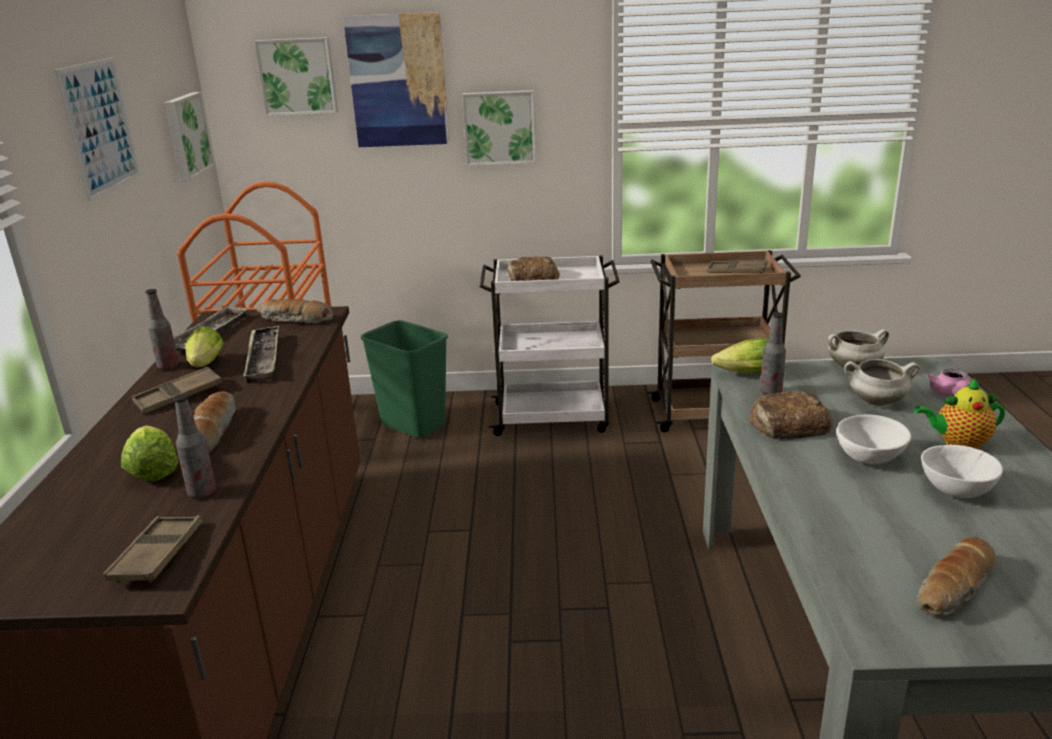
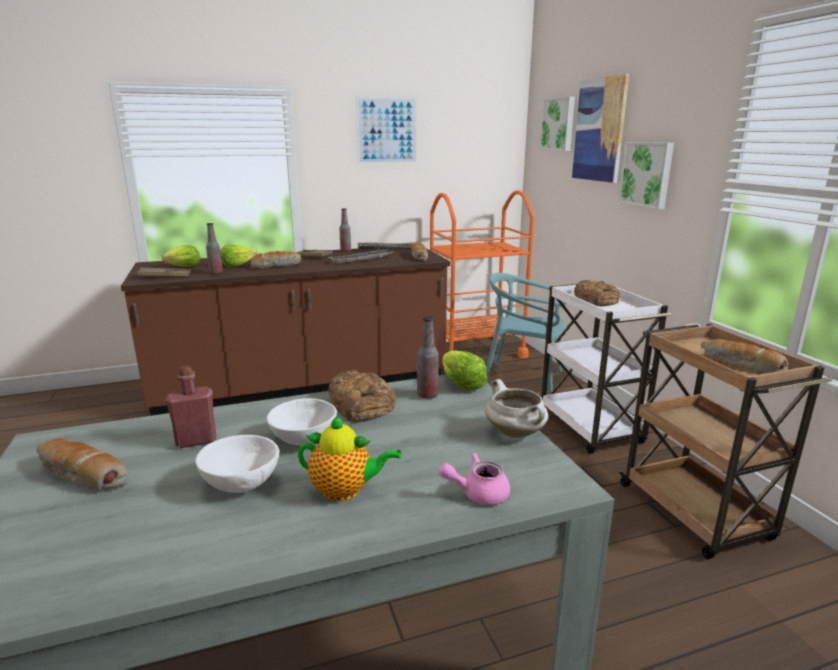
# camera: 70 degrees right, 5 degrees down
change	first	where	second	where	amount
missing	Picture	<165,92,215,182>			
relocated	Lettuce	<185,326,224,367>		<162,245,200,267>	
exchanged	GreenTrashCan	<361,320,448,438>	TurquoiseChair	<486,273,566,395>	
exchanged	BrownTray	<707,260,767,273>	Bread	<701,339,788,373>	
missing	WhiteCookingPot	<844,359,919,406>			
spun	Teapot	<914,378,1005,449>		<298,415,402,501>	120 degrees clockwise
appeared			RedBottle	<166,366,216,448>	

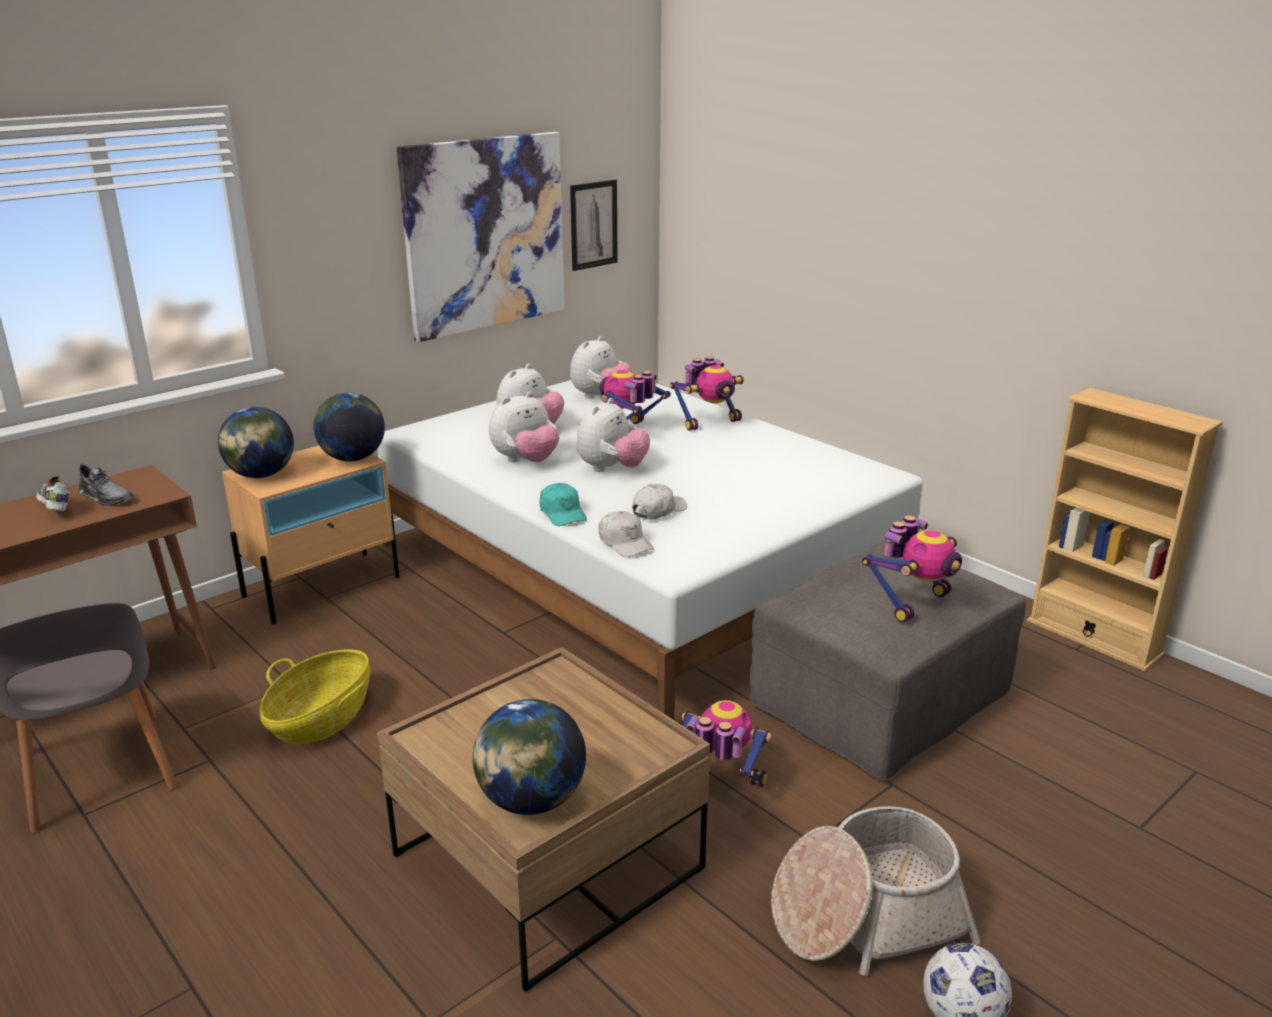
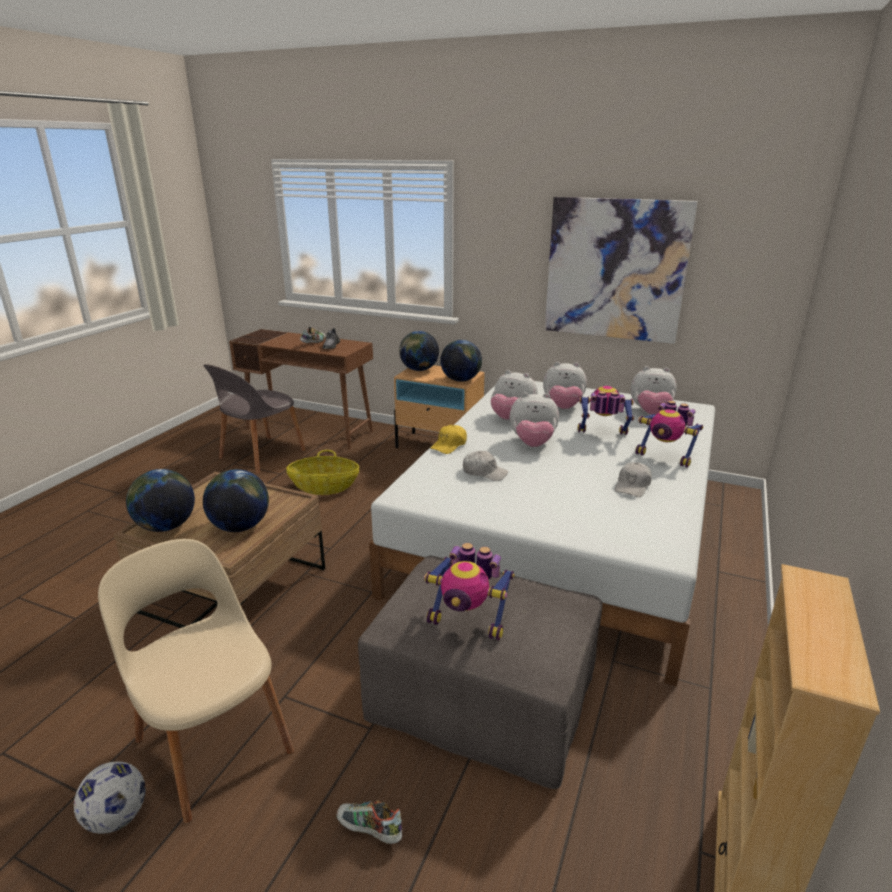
# camera: 65 degrees right, 0 degrees up
change	first	where	second	where	amount
colour	TurquoiseCap	<540,483,587,526>	YellowCap	<430,425,467,454>	
missing	Picture	<570,180,618,271>			
relocated	WhiteCap	<599,511,654,557>		<615,462,652,497>	
missing	ToyRobot	<682,700,772,787>			
exchanged	Basket	<771,806,981,976>	BeigeChair	<98,539,294,824>	
appeared			Globe	<203,469,269,532>	
appeared			Shoe	<336,801,402,844>	

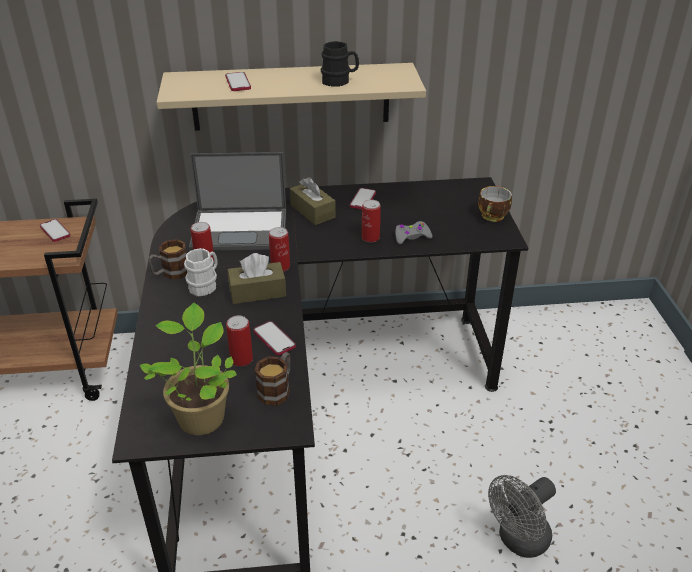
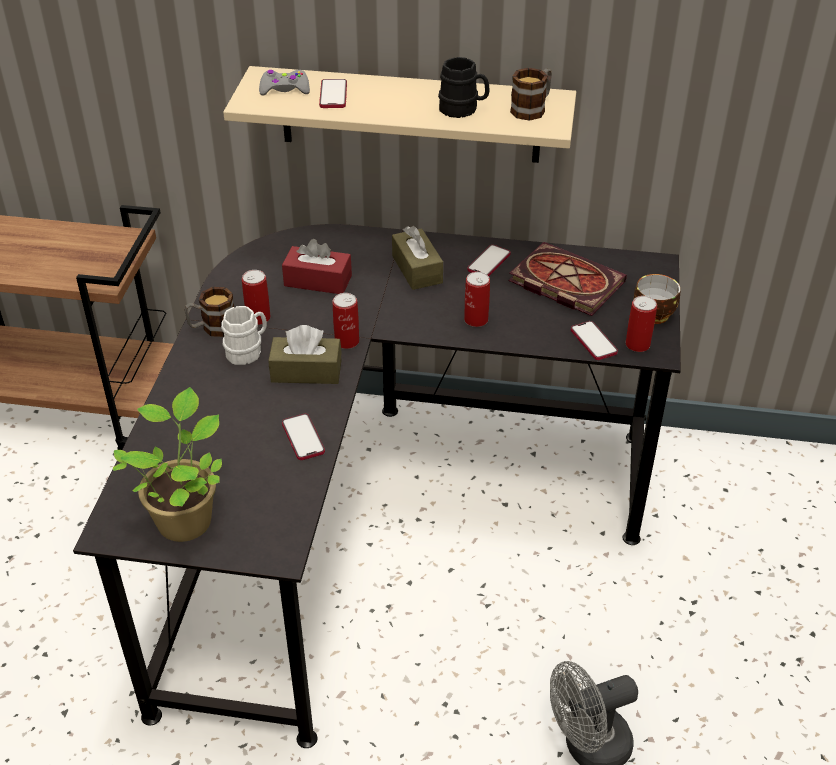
# camera: 15 degrees right, 5 degrees up
change	first	where	second	where	amount
relocated	Phone	<40,219,71,242>		<571,321,618,360>	
exchanged	Laptop	<189,152,286,251>	RedTissueBox	<282,239,352,294>	
relocated	Can	<226,316,253,366>		<626,296,657,352>	
relocated	Mug	<255,352,290,406>		<510,68,552,121>	
relocated	GreyGameController	<395,221,432,244>		<259,70,310,95>	
appeared			Book	<509,242,627,316>	

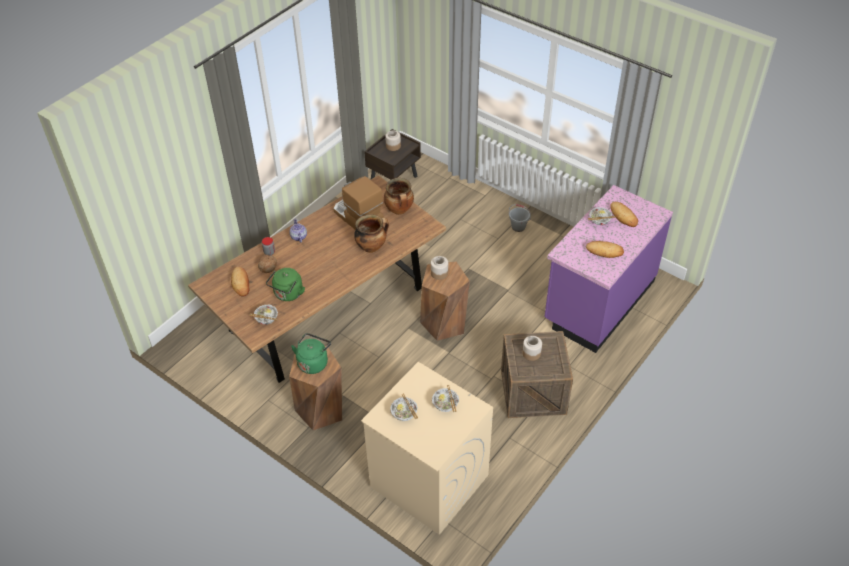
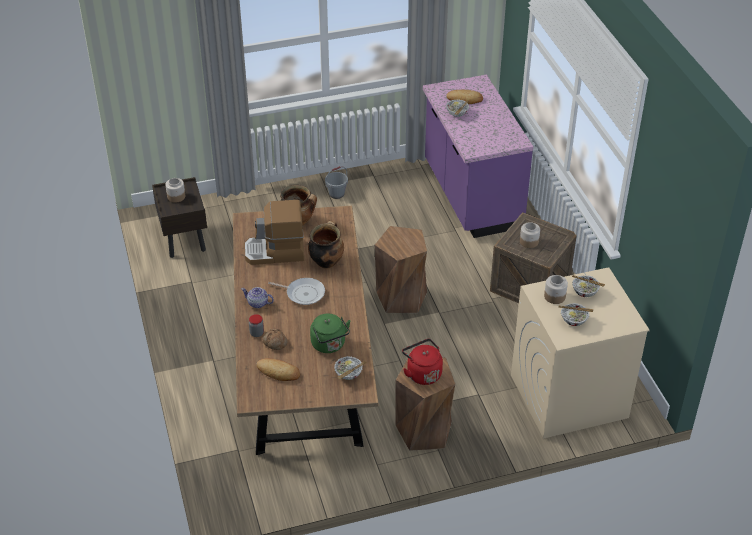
# camera: 55 degrees left, 5 degrees down
change	first	where	second	where	amount
colour	GreenKettle	<291,333,331,374>	RedKettle	<402,339,443,385>	
relocated	Jar	<431,256,448,280>		<544,275,568,304>	
missing	Bread	<586,241,624,258>			
appeared			FryingPan	<268,278,325,305>	

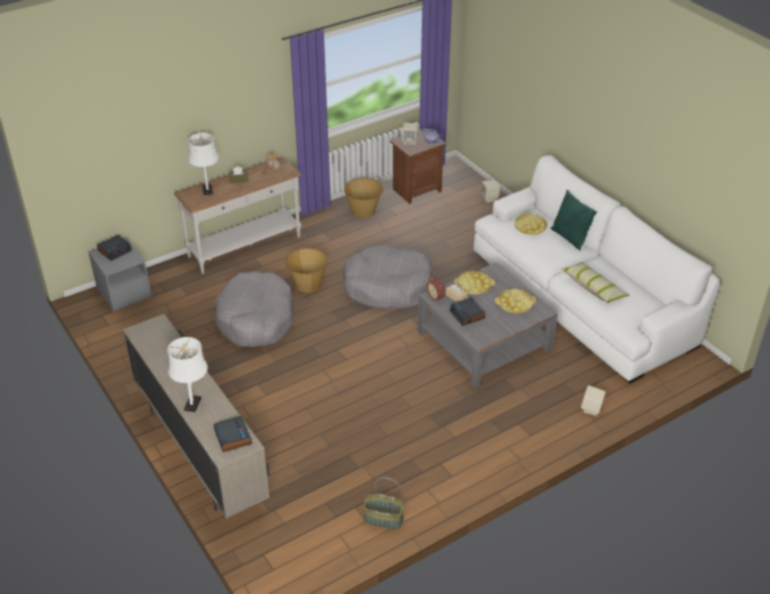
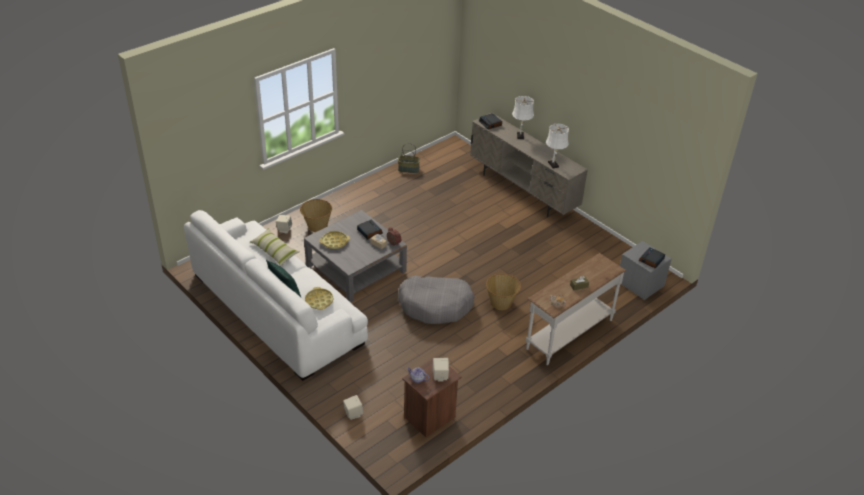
# camera: 170 degrees right, 0 degrees up
change	first	where	second	where	amount
relocated	WhiteTableLamp	<188,133,219,195>		<546,124,569,168>	
missing	GreyDogBed	<215,271,293,347>			
relocated	Basket	<344,178,383,218>		<300,199,332,232>	
missing	YellowTray	<454,271,495,295>			

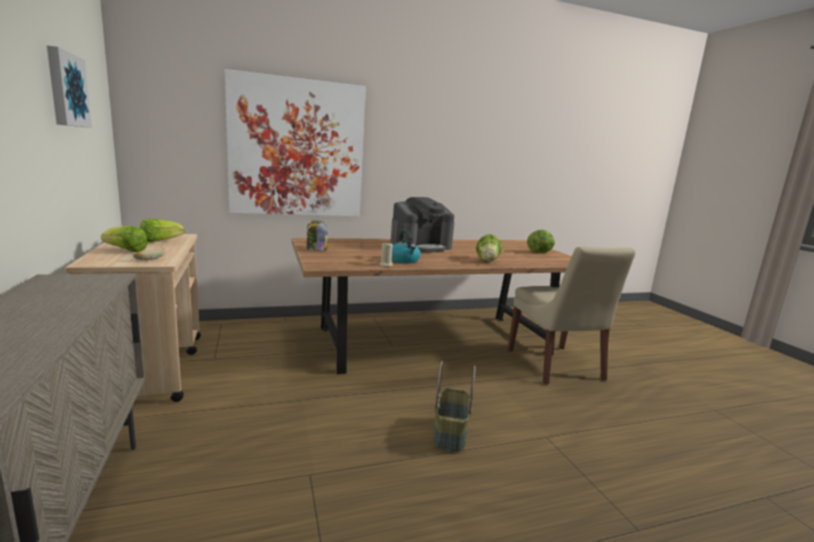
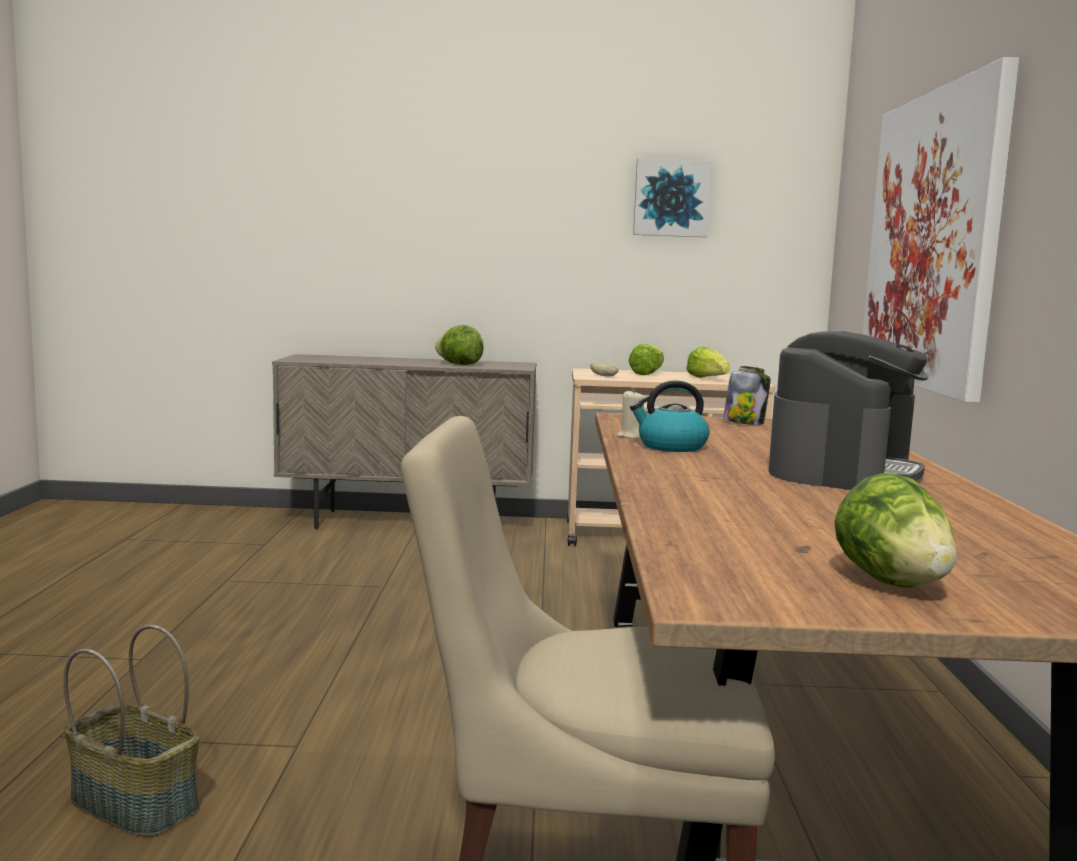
# camera: 110 degrees right, 5 degrees down
change	first	where	second	where	amount
spun	CoffeeMachine	<391,197,455,253>		<768,331,928,490>	135 degrees counterclockwise
relocated	Basket	<434,361,476,452>		<63,625,200,837>	
relocated	Lettuce	<476,234,502,262>		<435,325,484,365>	

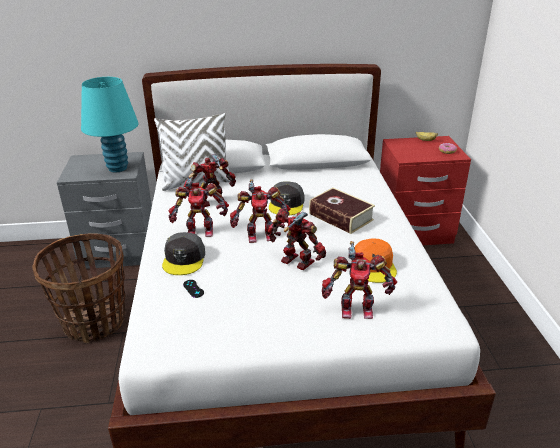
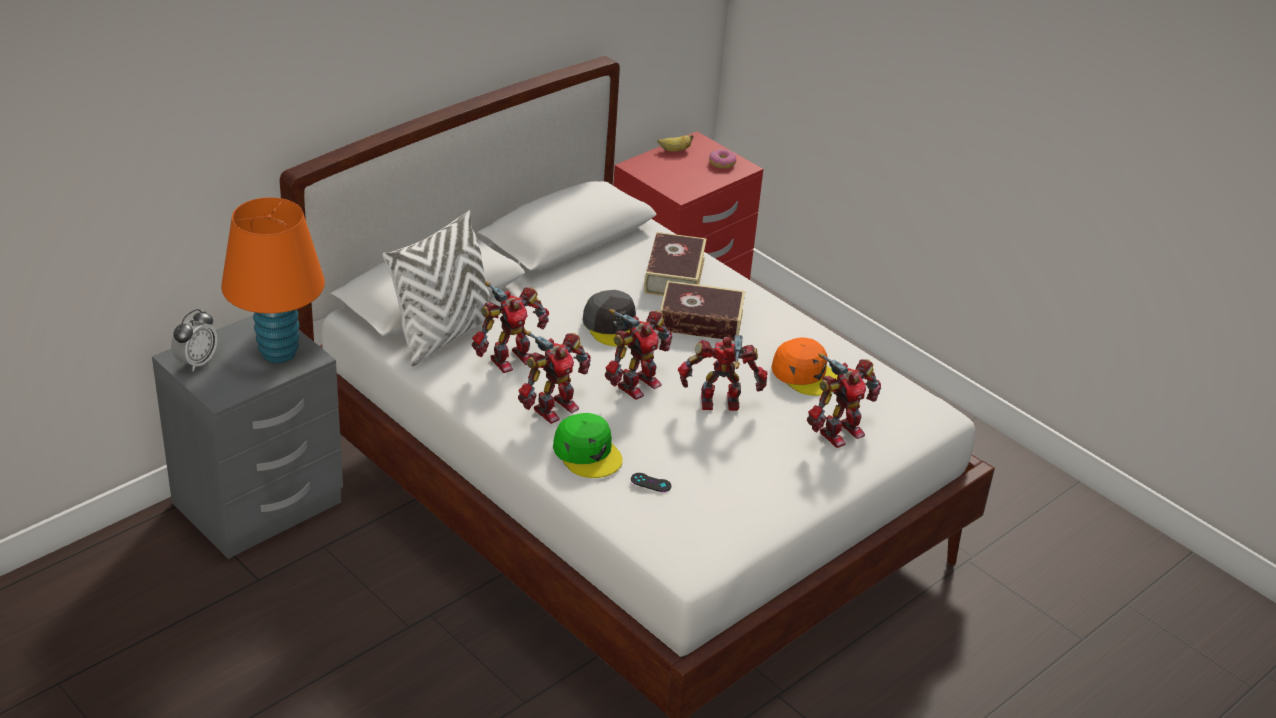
# camera: 40 degrees left, 5 degrees up
change	first	where	second	where	amount
missing	Basket	<32,233,125,343>			
colour	TurquoiseTableLamp	<81,77,139,172>	OrangeTableLamp	<221,197,325,363>	
colour	GreyCap	<162,232,205,275>	GreenCap	<553,413,623,478>	
spun	ToyRobot	<184,154,236,207>		<472,282,549,373>	150 degrees counterclockwise
appeared			AlarmClock	<171,309,218,372>	
appeared			Book	<644,232,707,296>	

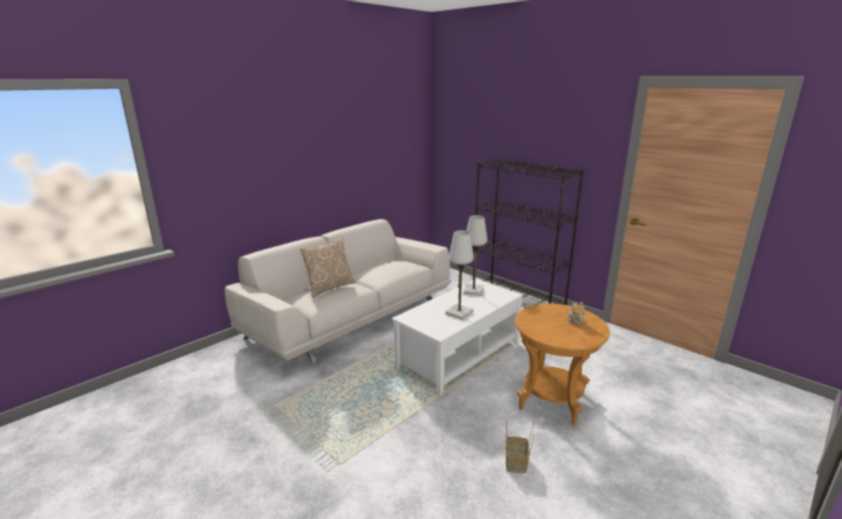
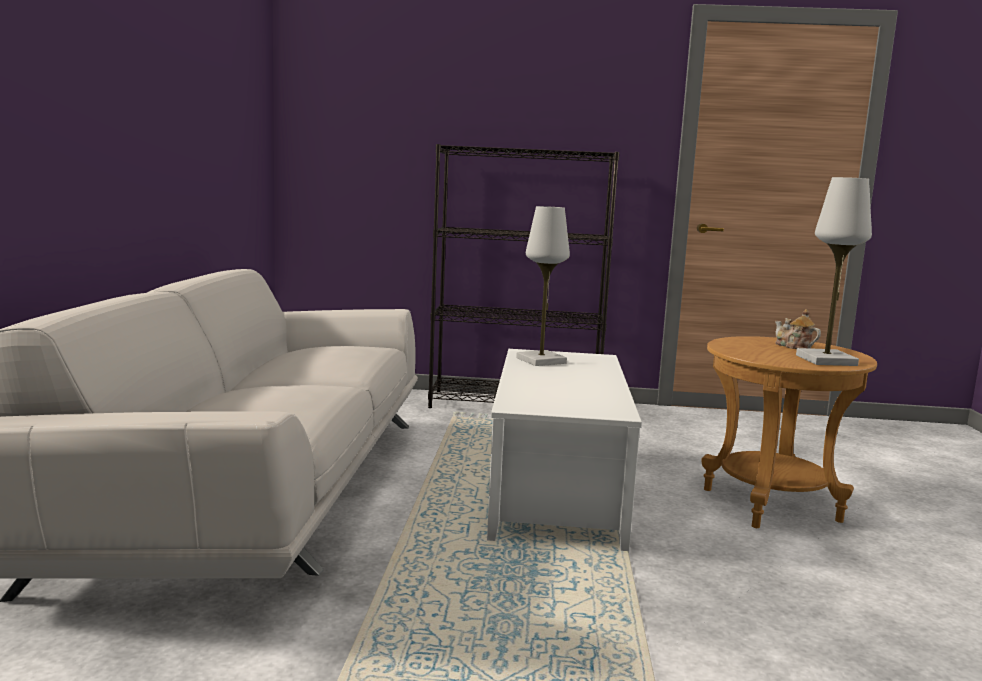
# camera: 40 degrees left, 10 degrees down
change	first	where	second	where	amount
missing	Pillow	<300,237,355,298>			
relocated	WhiteTableLamp	<445,230,474,320>		<796,177,872,366>	
missing	Basket	<506,422,535,473>			

